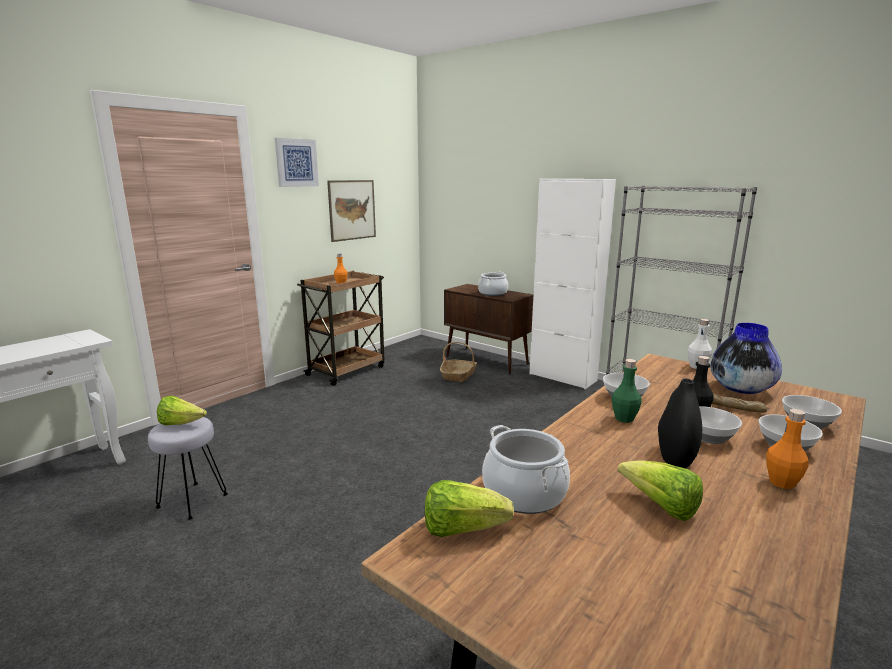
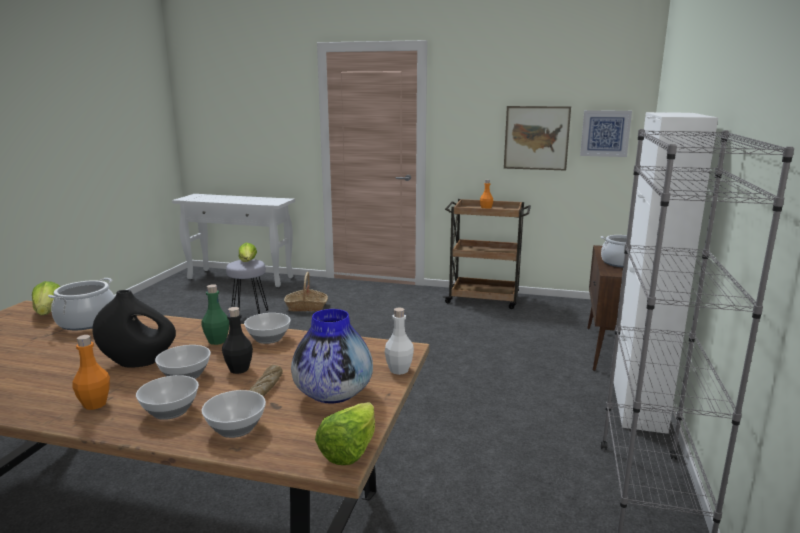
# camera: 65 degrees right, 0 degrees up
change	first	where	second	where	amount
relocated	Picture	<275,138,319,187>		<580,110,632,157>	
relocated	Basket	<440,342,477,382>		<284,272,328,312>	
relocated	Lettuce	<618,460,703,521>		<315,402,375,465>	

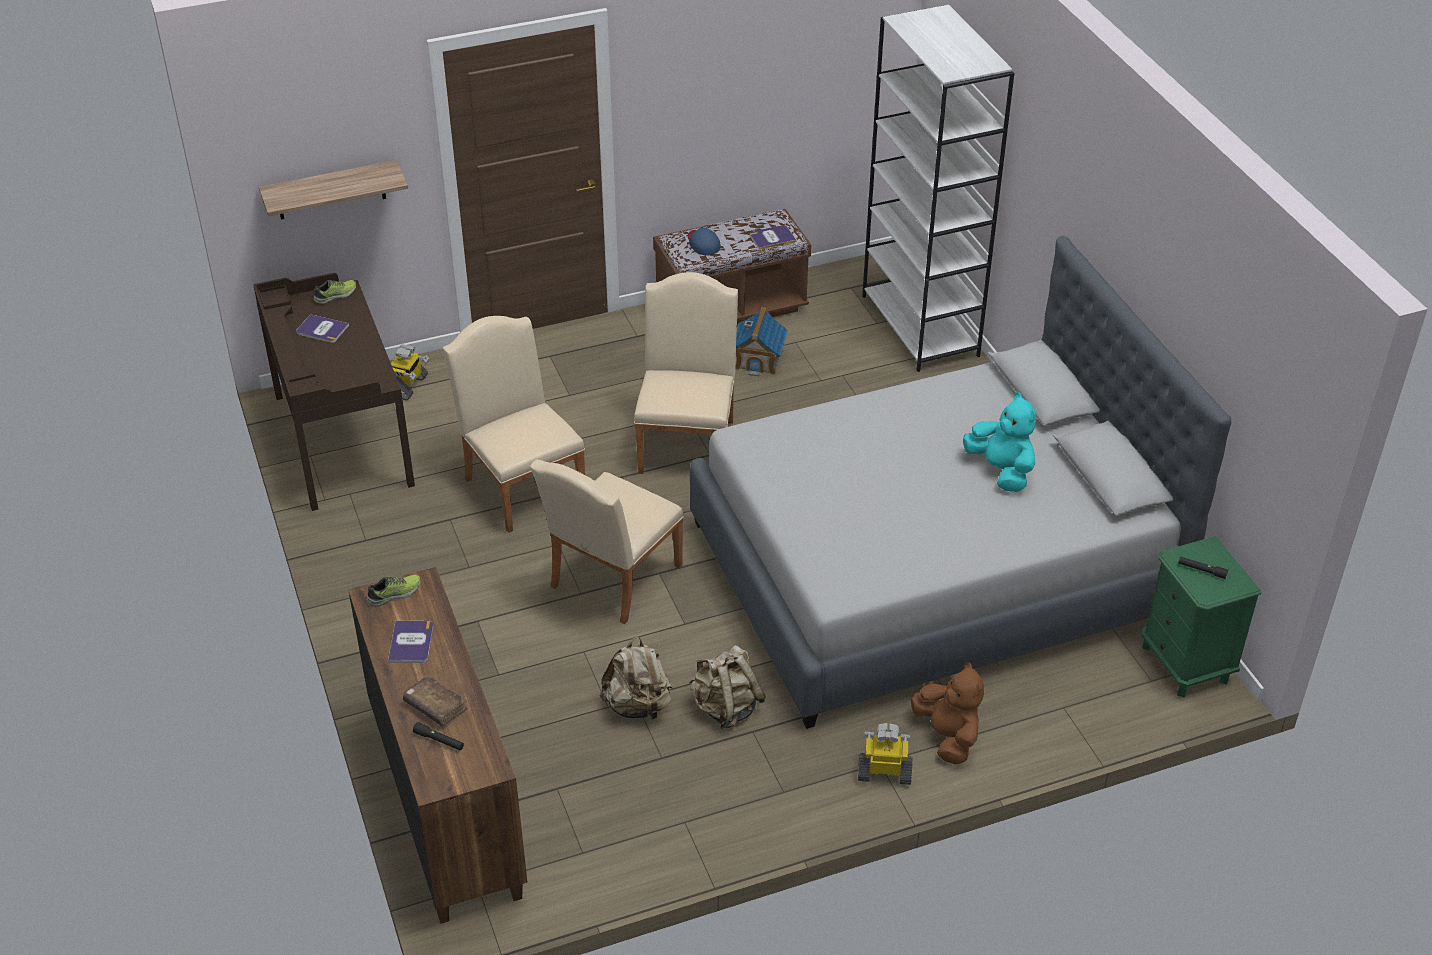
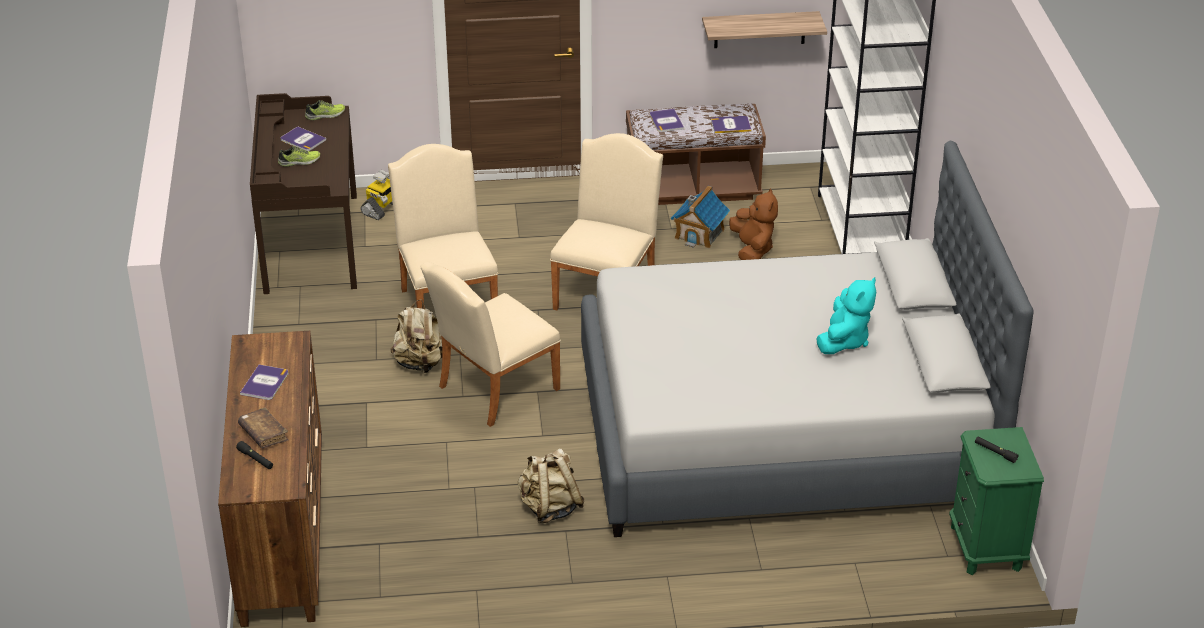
# camera: 15 degrees right, 5 degrees down
change	first	where	second	where	amount
relocated	Shelf	<259,160,408,220>		<702,11,827,48>	
relocated	Shoe	<367,575,420,606>		<278,146,320,167>	
relocated	BeigeBackpack	<600,636,673,720>		<390,299,442,373>	
exchanged	BlueCap	<687,228,721,255>	Book	<650,109,684,132>	
missing	ToyRobot	<858,723,913,785>			
relocated	BrownPlushToy	<911,661,984,765>		<729,189,778,260>	
spun	TurquoisePlushToy	<963,392,1036,492>		<816,277,876,354>	45 degrees clockwise

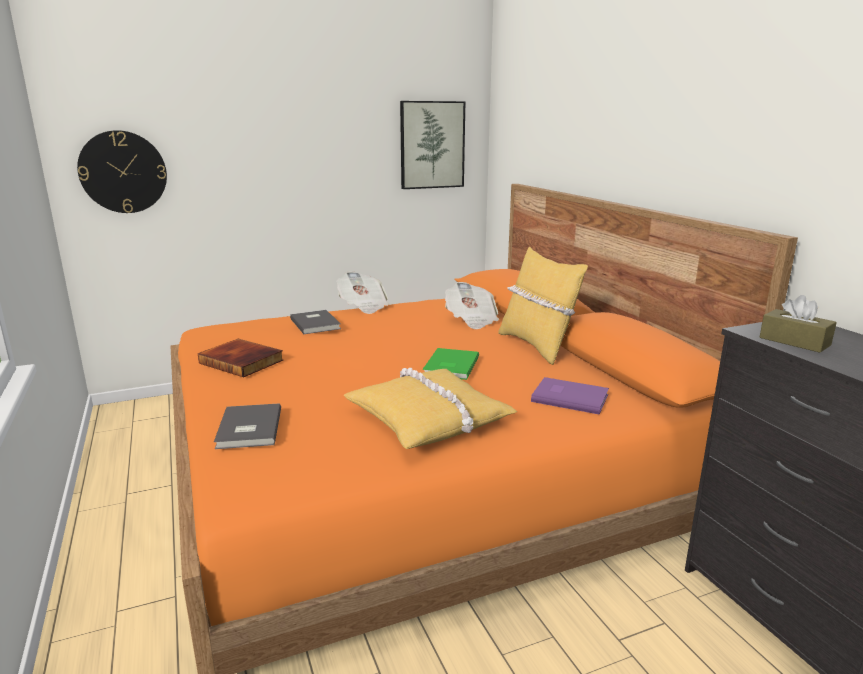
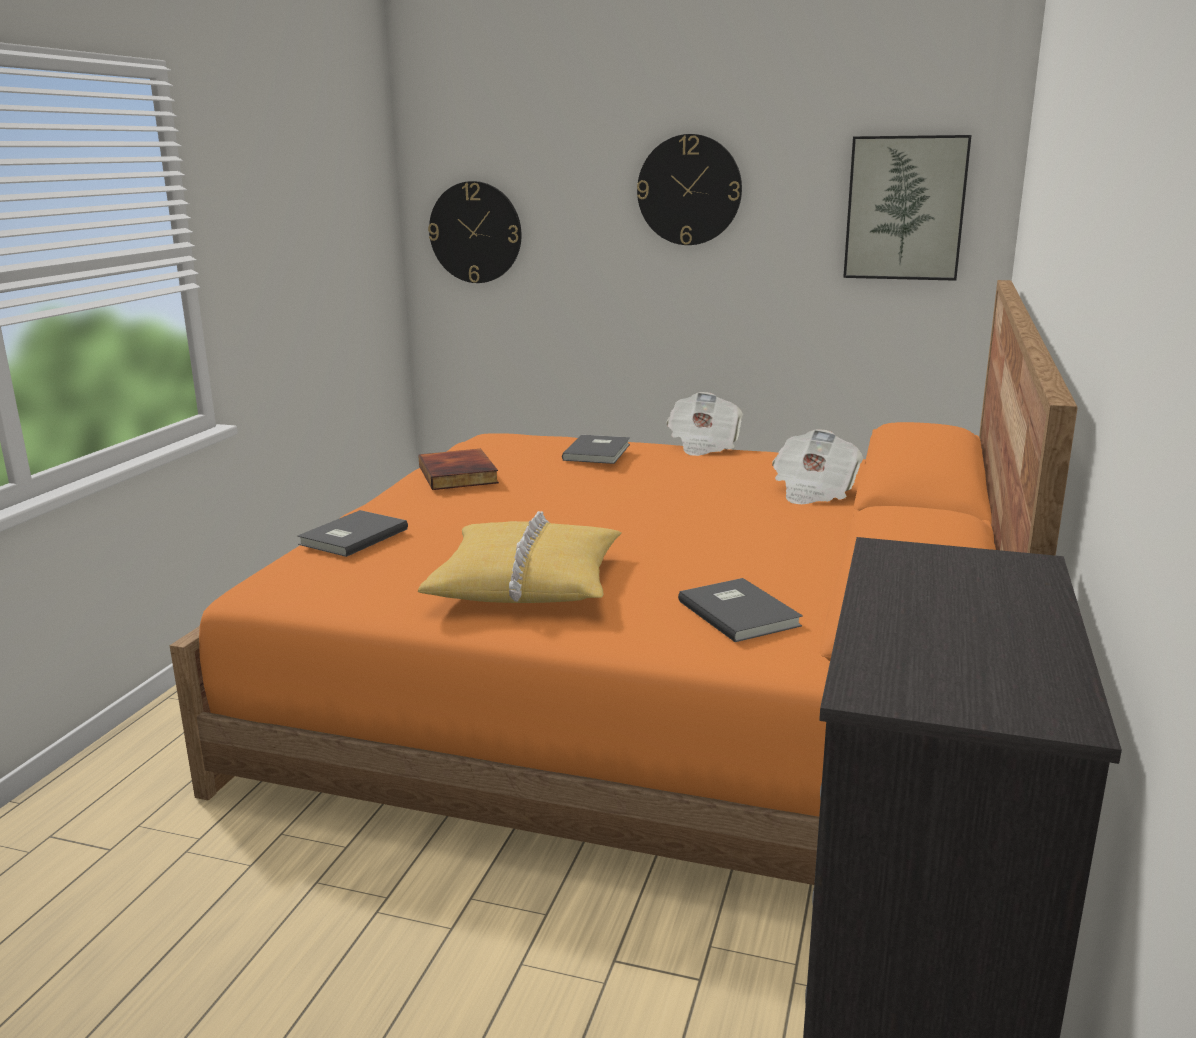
# camera: 40 degrees right, 0 degrees up
change	first	where	second	where	amount
missing	GreenBook	<423,348,479,380>			
missing	YellowPillow	<498,247,588,365>			
colour	PurpleBook	<531,377,609,415>	GreyBook	<678,578,803,642>	
missing	BrownTissueBox	<760,295,837,353>			
appeared			WallClock	<637,134,742,245>	

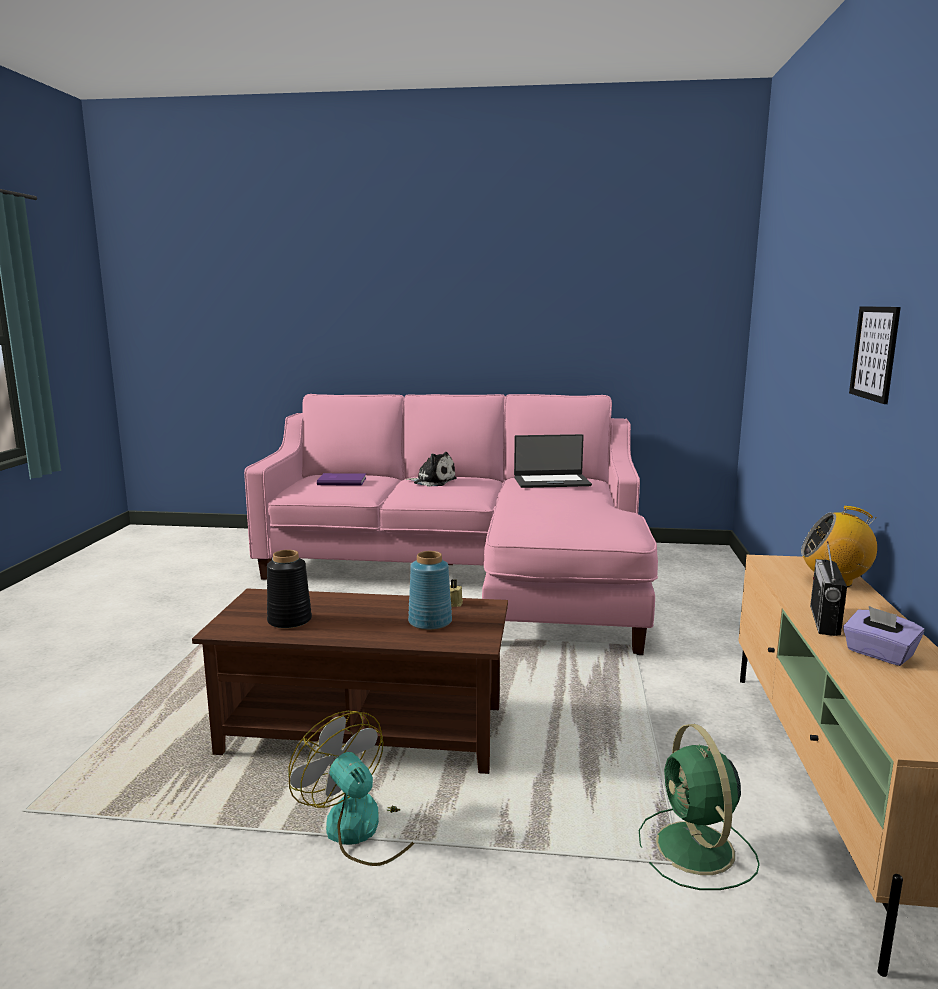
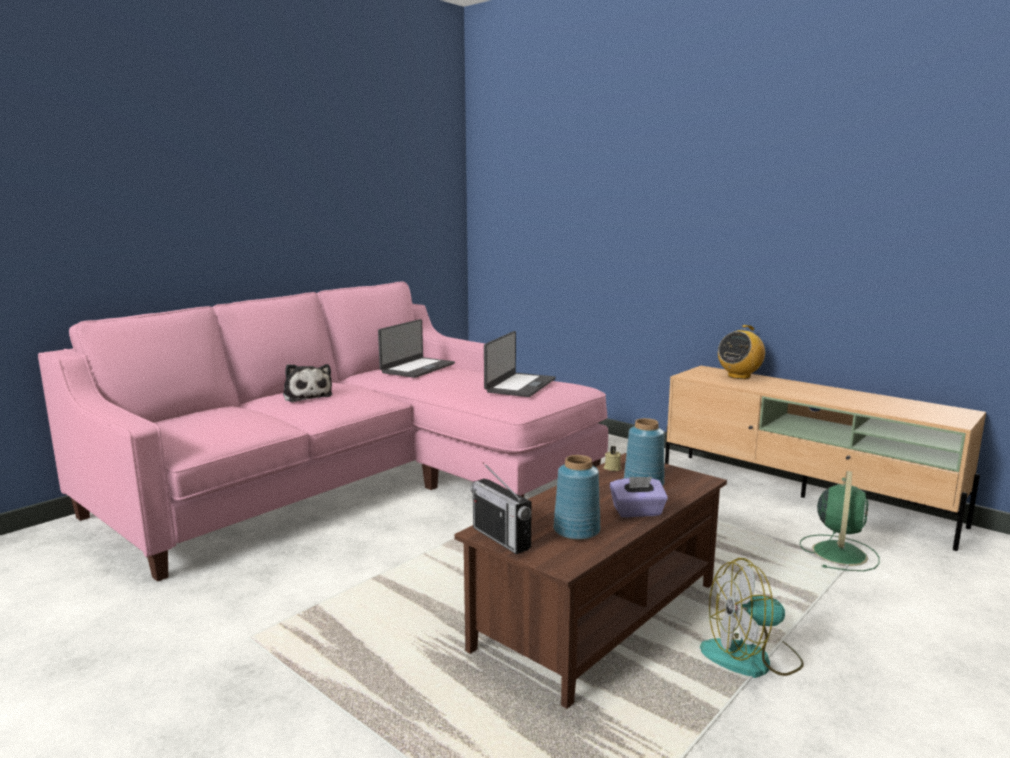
# camera: 55 degrees left, 0 degrees up
change	first	where	second	where	amount
colour	BlackVase	<267,550,312,629>	BlueVase	<554,455,600,540>	
missing	PurpleBook	<317,473,366,485>			
spun	PlushToy	<405,452,457,487>		<283,364,333,402>	90 degrees clockwise
spun	GreenFan	<639,724,760,890>		<800,471,880,571>	90 degrees counterclockwise
relocated	Radio	<810,541,847,636>		<470,462,532,554>	
relocated	PurpleTissueBox	<843,606,924,666>		<610,477,668,517>	
missing	Picture	<849,306,901,404>			
appeared			Laptop	<484,331,556,397>	

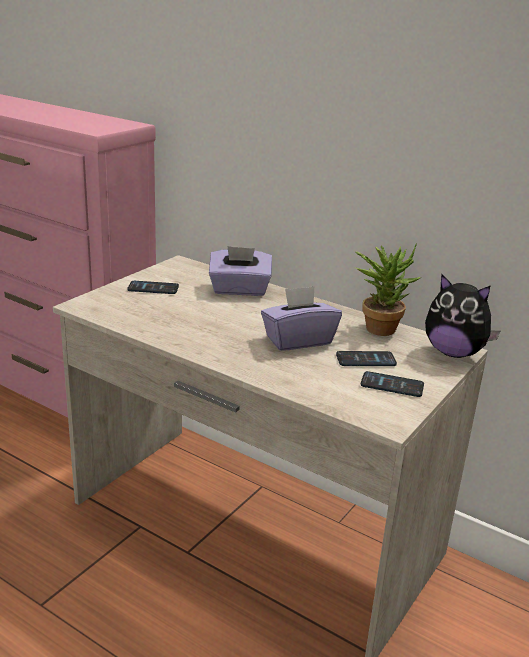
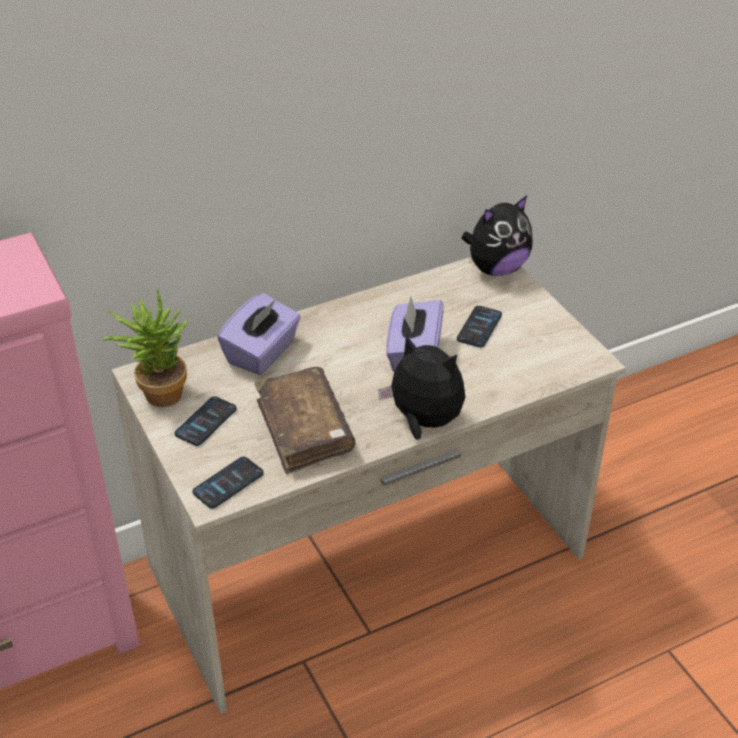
# camera: 60 degrees left, 15 degrees up
change	first	where	second	where	amount
relocated	PottedPlant	<355,243,421,336>		<102,288,188,407>	
relocated	Phone	<361,371,424,397>		<192,457,264,509>	
appeared			BrownBook	<254,367,356,474>	
appeared			PlushToy	<378,334,465,440>	

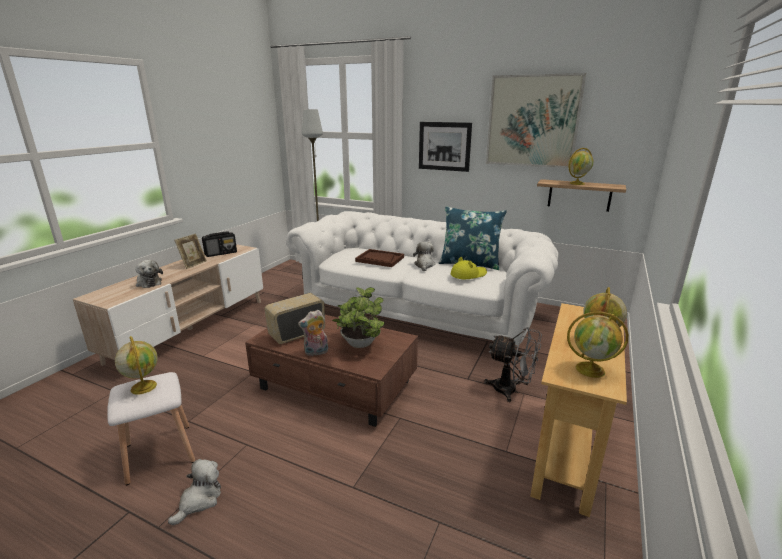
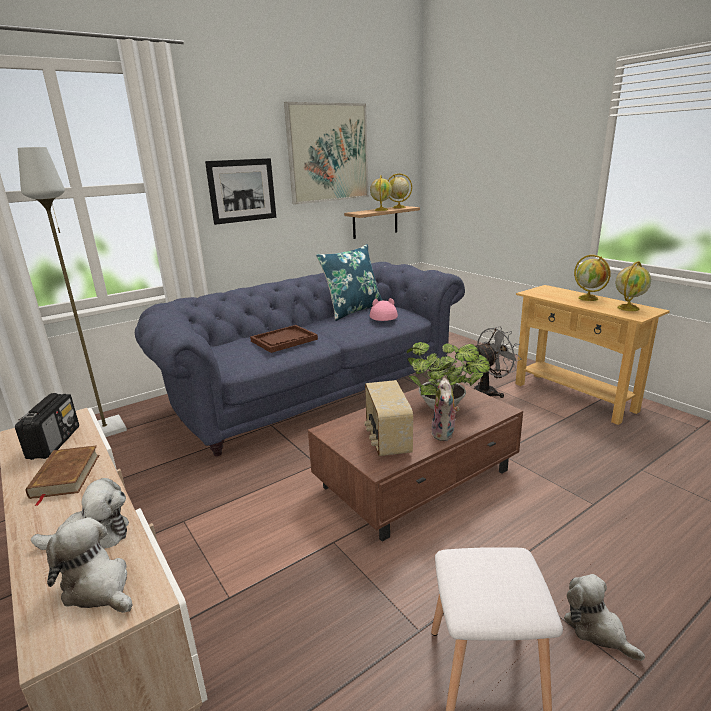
# camera: 60 degrees left, 0 degrees up
change	first	where	second	where	amount
relocated	Globe	<115,336,158,394>		<388,174,412,208>	
exchanged	PictureFrame	<175,234,207,269>	BrownBook	<26,445,99,506>	
colour	WhiteSofa	<286,211,558,345>	BlueSofa	<135,262,465,456>	
relocated	PlushToy	<413,242,436,271>		<46,517,132,613>	
colour	YellowHat	<451,257,487,279>	PinkHat	<370,298,398,321>	

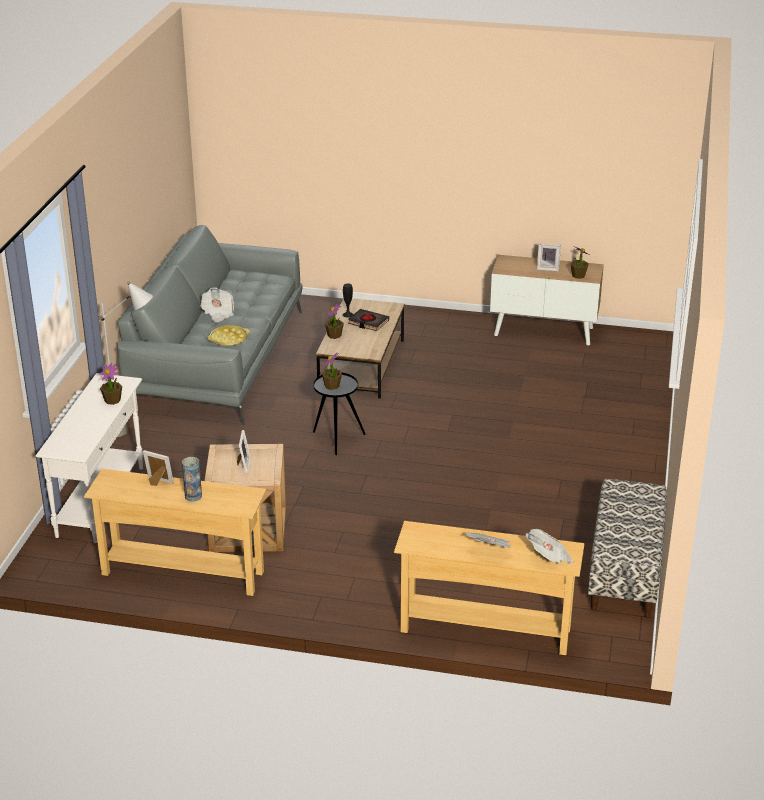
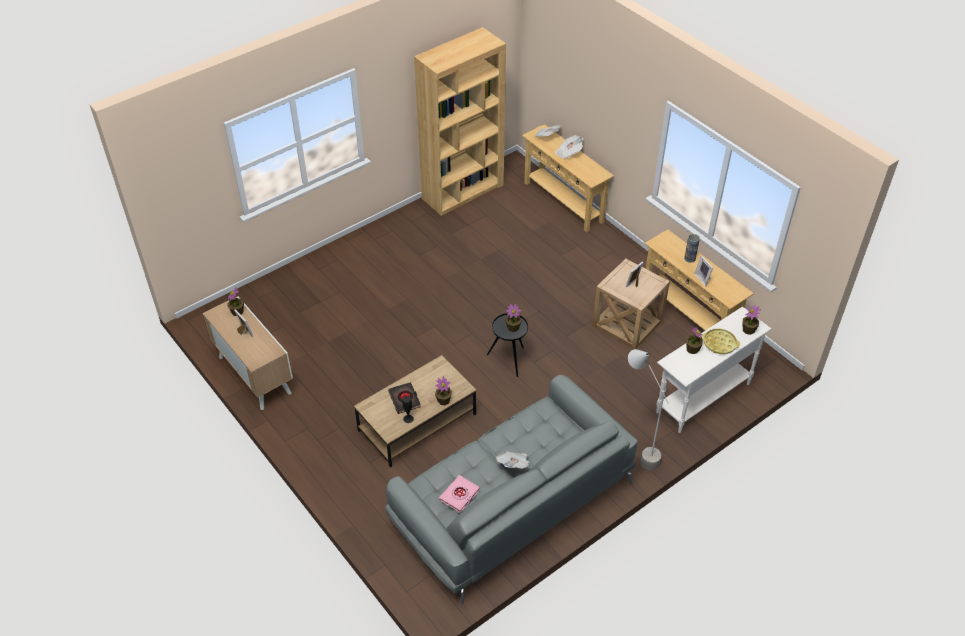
# camera: 140 degrees left, 15 degrees up
change	first	where	second	where	amount
relocated	YellowTray	<207,325,250,346>		<701,328,740,354>	
exchanged	Bench	<588,479,667,617>	BrownBookcase	<414,27,506,216>	
appeared			PinkBook	<439,475,480,513>	
appeared			PottedPlant	<743,305,761,335>	

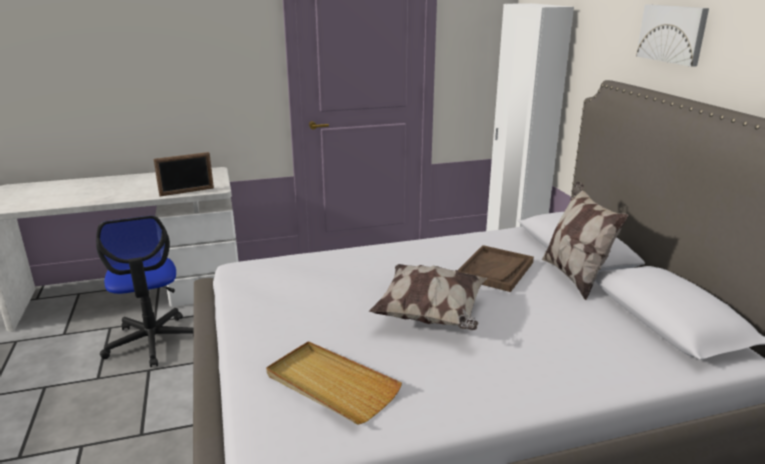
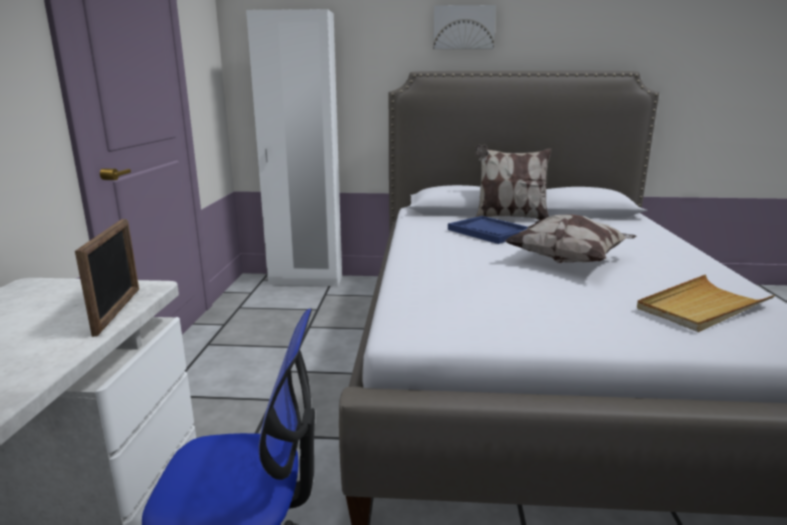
# camera: 70 degrees left, 5 degrees down
change	first	where	second	where	amount
colour	BrownTray	<457,245,534,292>	BlueTray	<448,216,528,244>	

